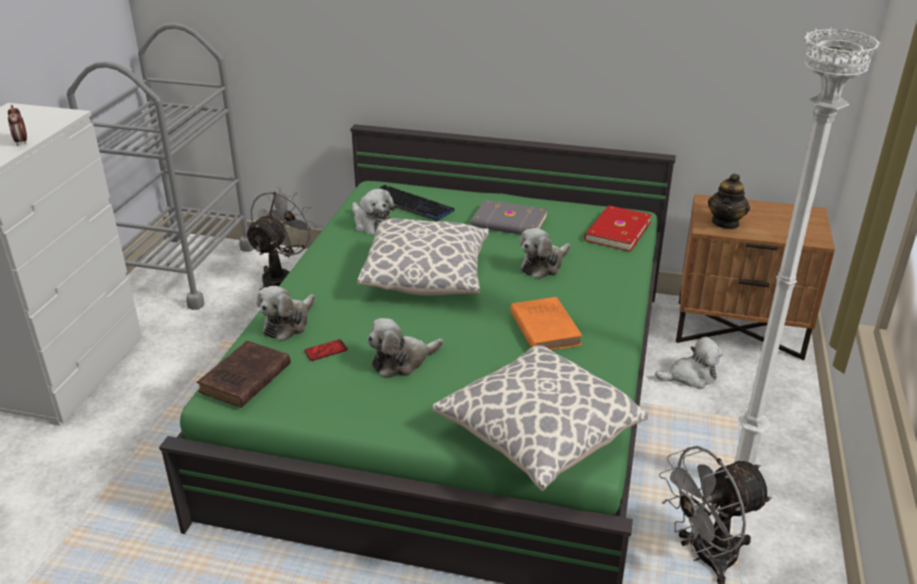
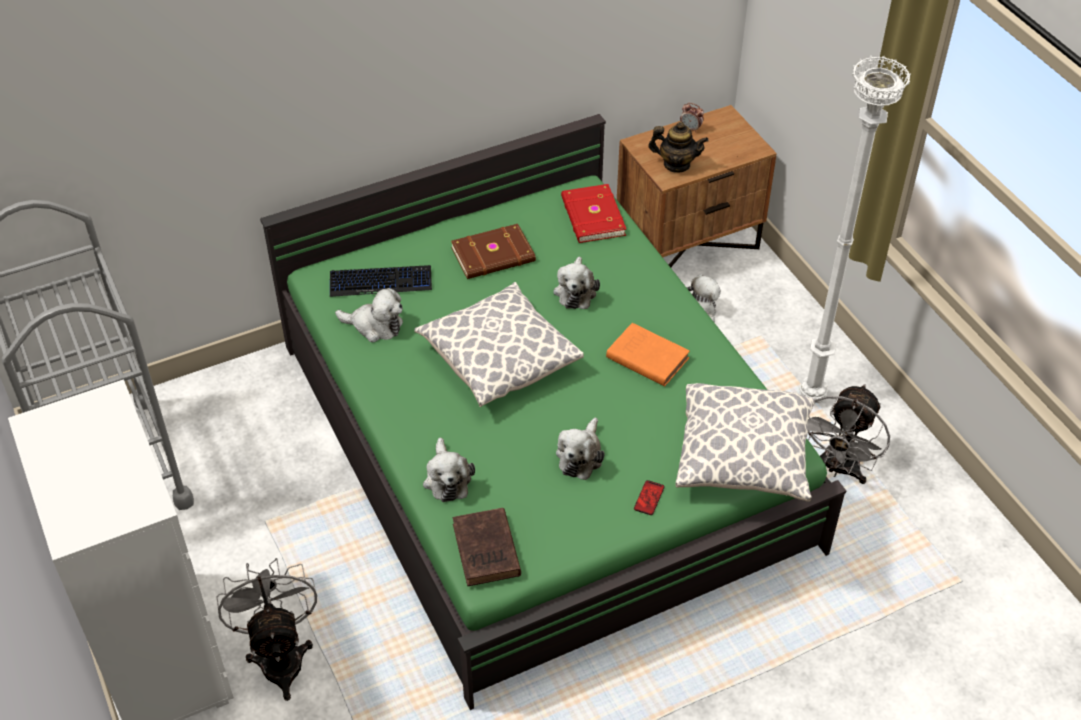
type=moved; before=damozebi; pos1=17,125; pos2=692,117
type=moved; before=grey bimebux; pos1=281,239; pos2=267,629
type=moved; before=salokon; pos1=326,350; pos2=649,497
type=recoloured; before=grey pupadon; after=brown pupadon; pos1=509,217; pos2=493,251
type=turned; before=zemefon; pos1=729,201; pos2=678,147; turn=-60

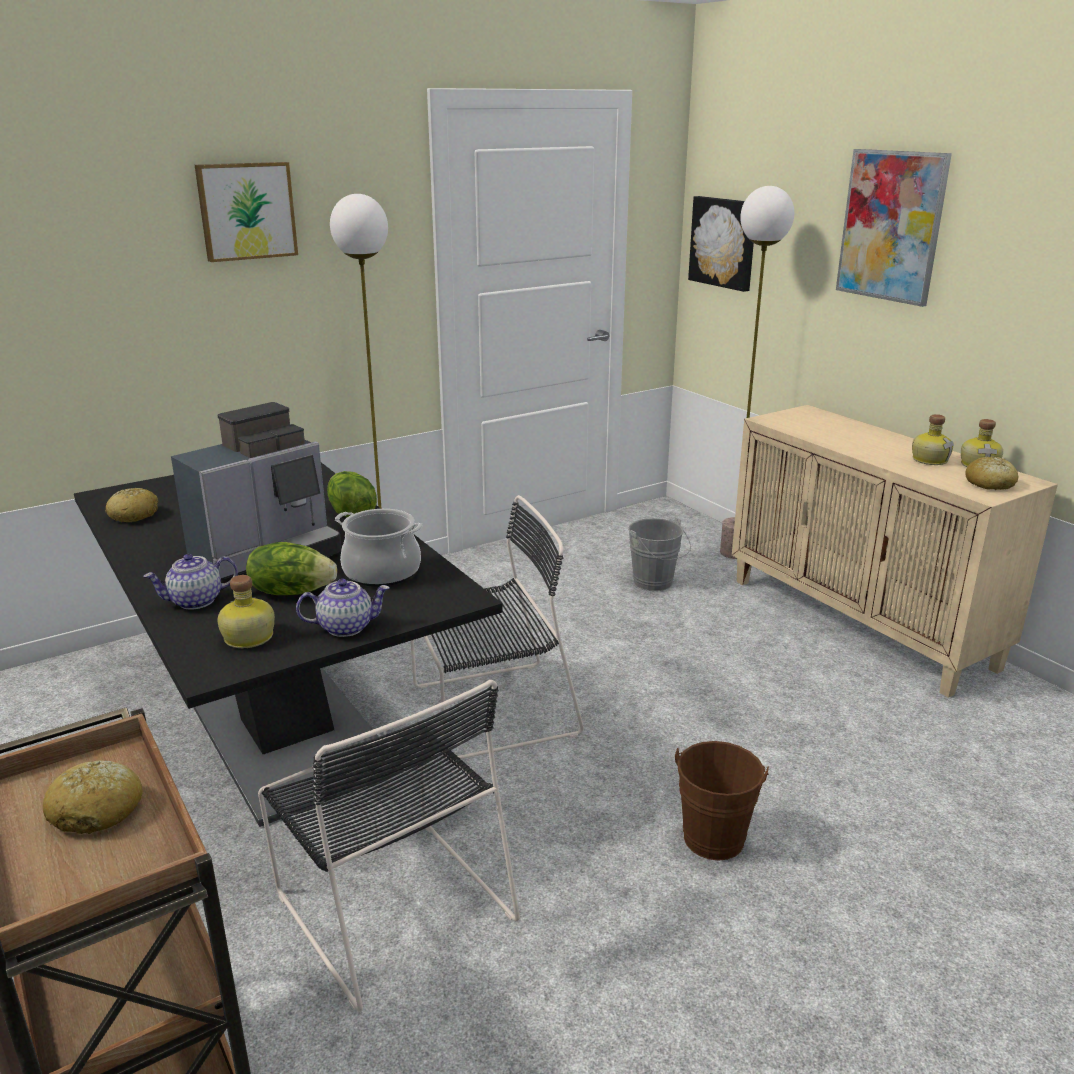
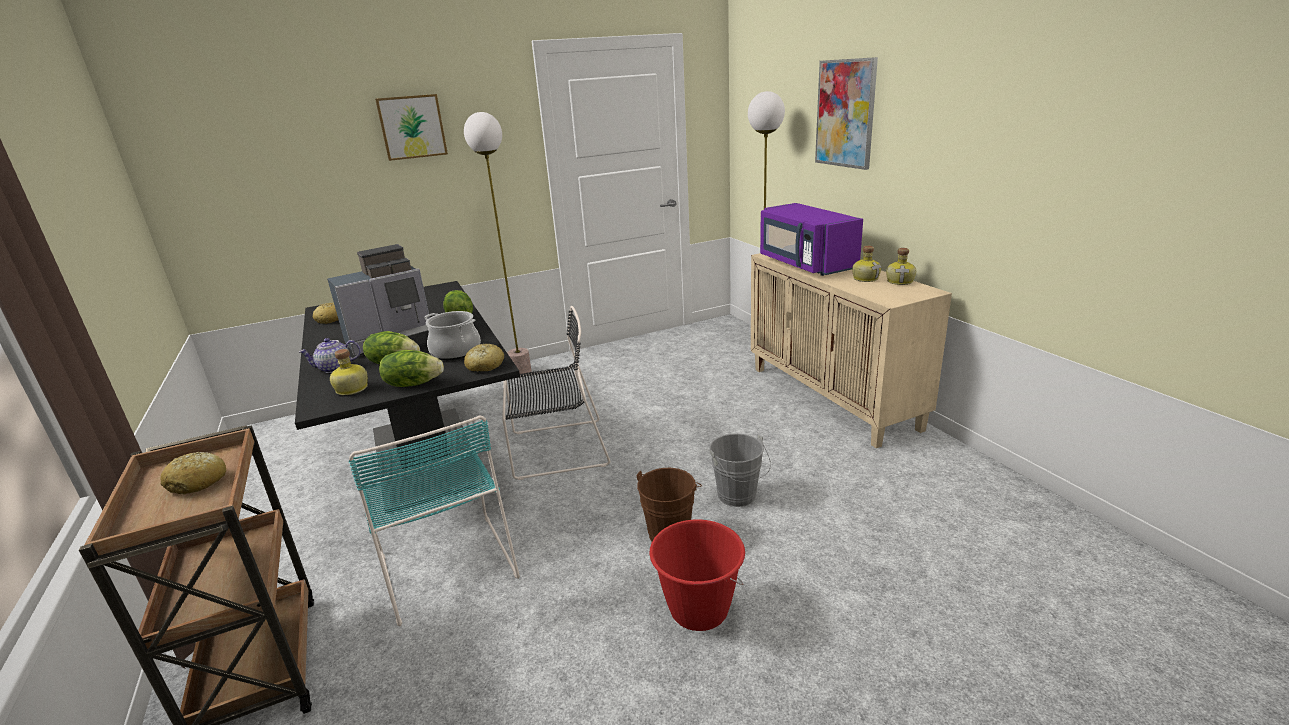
type=removed; before=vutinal; pos1=721,244
type=added; after=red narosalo; pos2=697,575
type=added; after=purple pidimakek; pos2=811,239
type=moved; before=grey narosalo; pos1=659,554; pos2=740,470
type=moved; before=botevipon; pos1=992,473; pos2=484,358
type=replaced; before=zemefon; after=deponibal; pos1=343,608; pos2=411,368
type=recoloured; before=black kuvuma; after=turquoise kuvuma; pos1=389,846; pos2=434,520

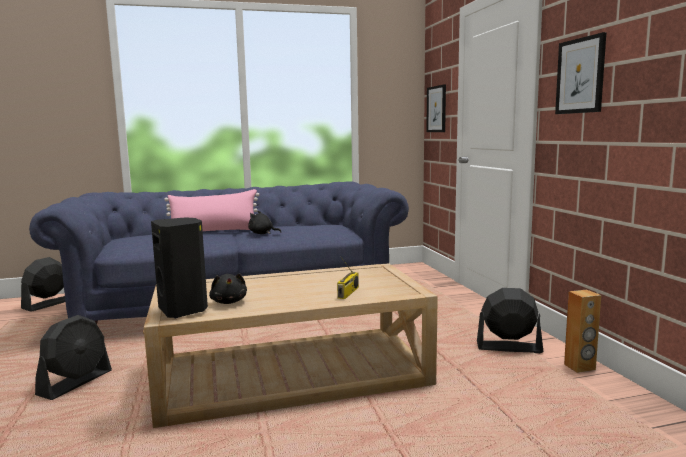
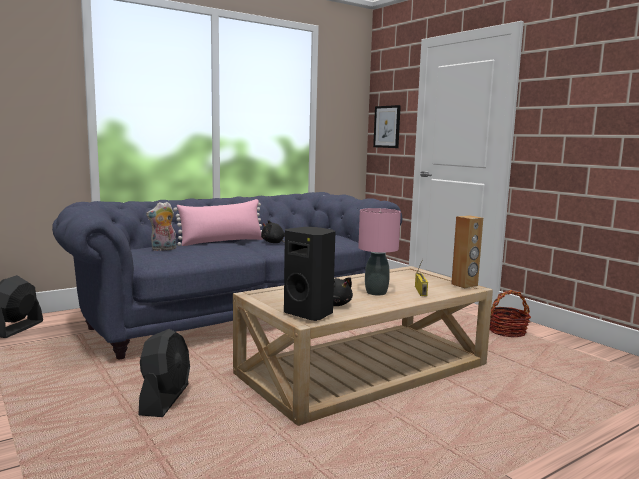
type=removed; before=vutinal; pos1=580,73
type=added; after=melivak; pos2=161,226
type=added; after=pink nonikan; pos2=379,252
type=moved; before=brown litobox; pos1=582,331; pos2=467,251
type=replaced; before=black bimebux; after=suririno; pos1=510,320; pos2=510,313

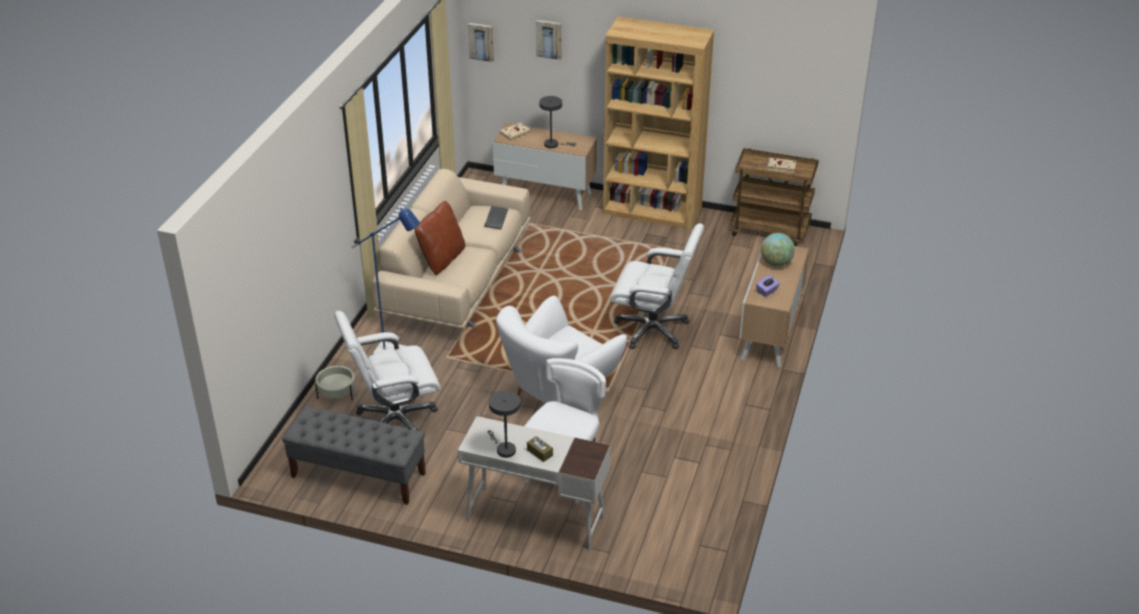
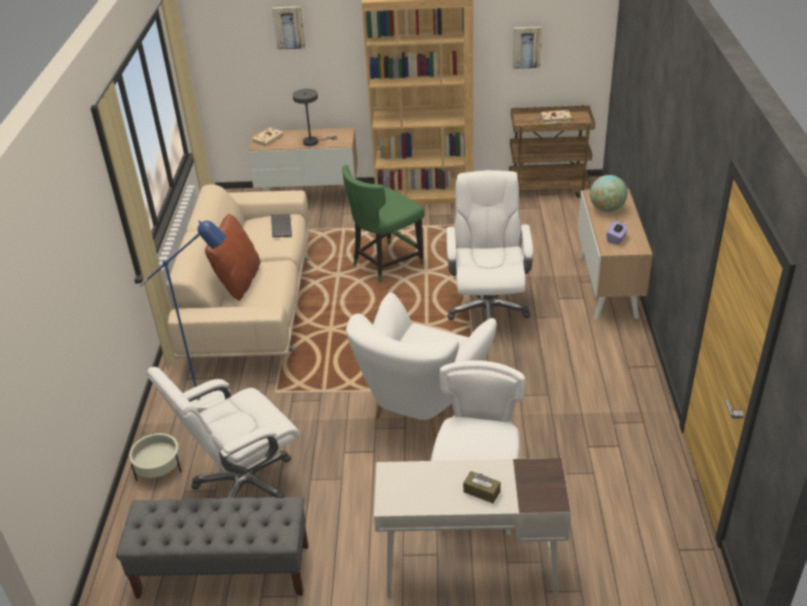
type=removed; before=grey nonikan; pos1=504,424
type=added; after=green kuvuma; pos2=383,224
type=moved; before=vutinal; pos1=481,42; pos2=527,47
type=turned; before=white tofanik; pos1=657,286; pos2=489,245; turn=-90

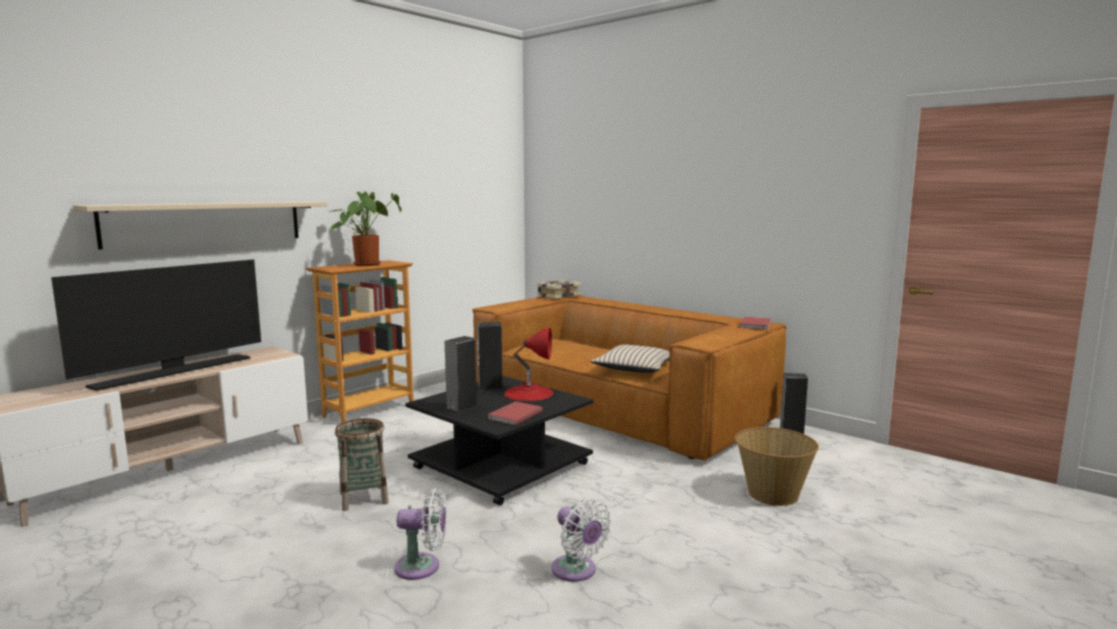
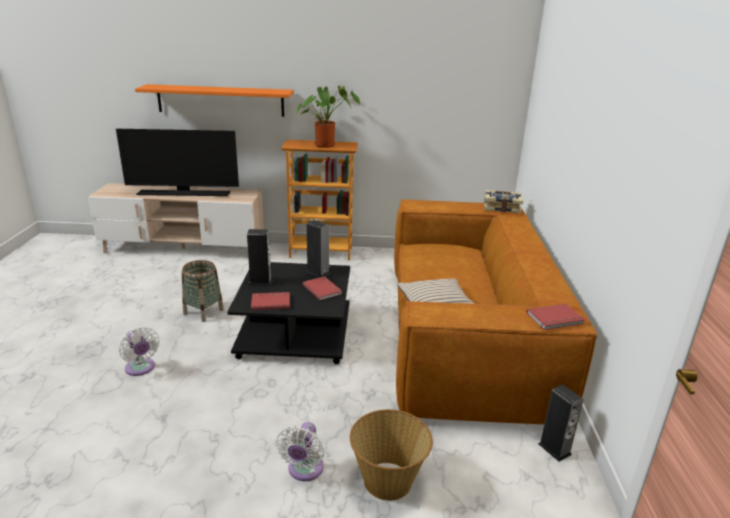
type=moved; before=white bimebux; pos1=582,540; pos2=300,451
type=replaced; before=red nonikan; after=red pupadon; pos1=528,364; pos2=322,288
type=recoloured; before=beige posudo; after=orange posudo; pos1=200,226; pos2=214,100

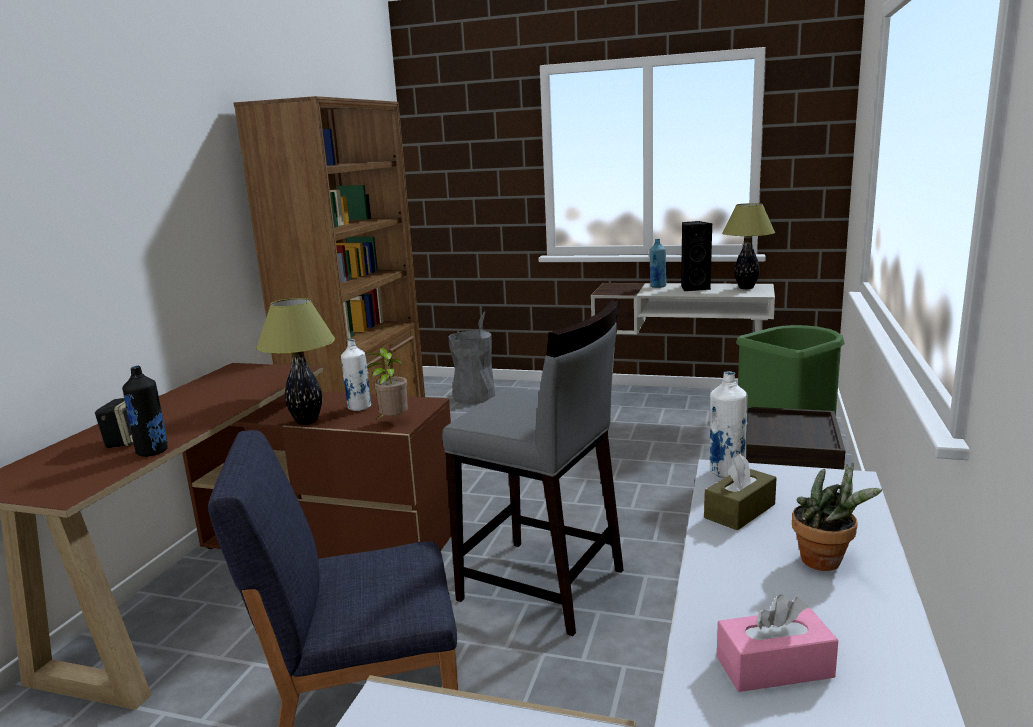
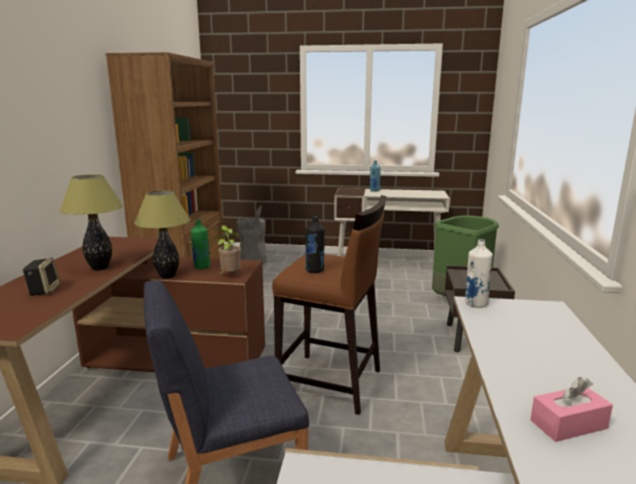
type=removed; before=black litobox; pos1=696,256
type=removed; before=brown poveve; pos1=740,492
type=removed; before=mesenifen; pos1=837,517
type=moved; before=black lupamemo; pos1=145,411; pos2=315,244
type=moved; before=nonikan; pos1=748,246; pos2=91,222
type=recoloured; before=white lupamemo; after=green lupamemo; pos1=356,375; pos2=200,244
type=recoloured; before=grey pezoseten; after=brown pezoseten; pos1=533,468; pos2=329,305

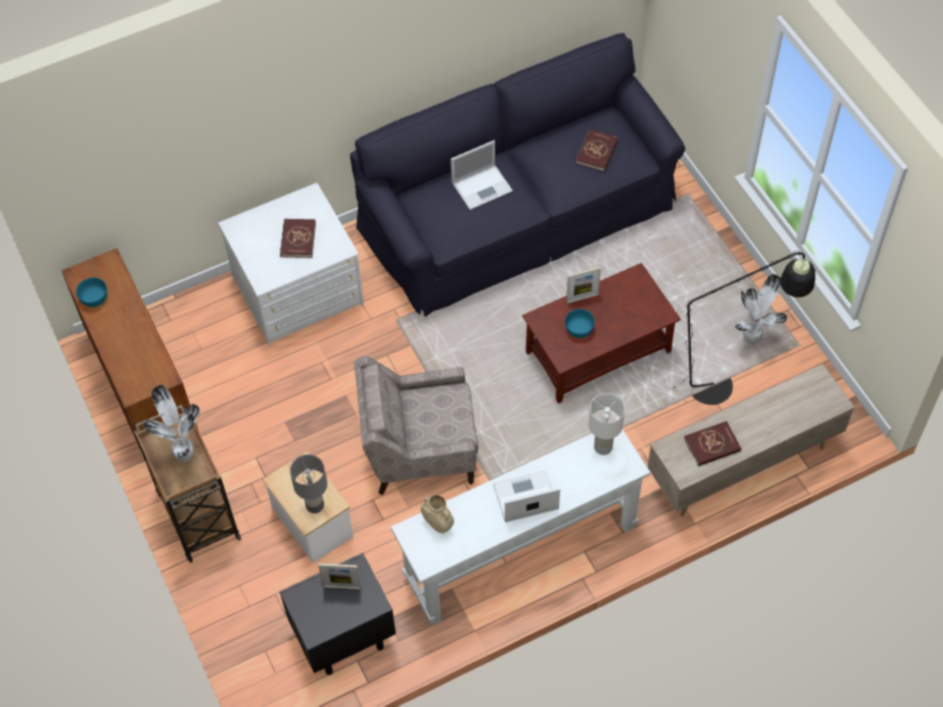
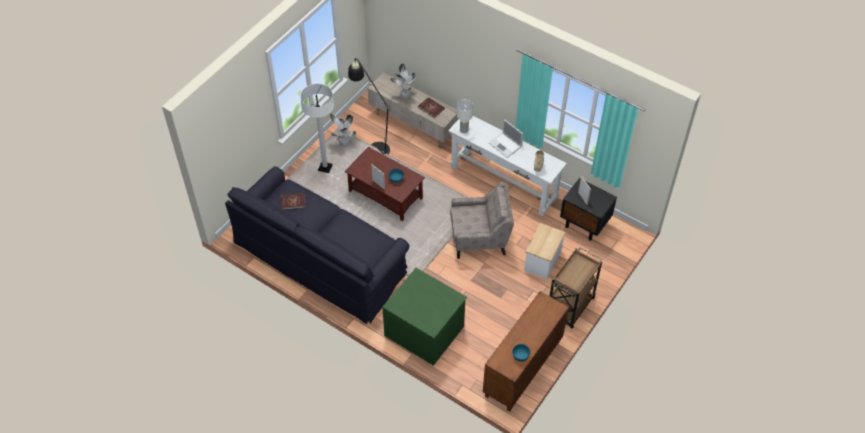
type=removed; before=red pupadon; pos1=298,238
type=removed; before=grey nonikan; pos1=308,483
type=removed; before=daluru; pos1=482,175
type=added; after=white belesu; pos2=317,128
type=moved; before=mesenifen; pos1=172,423; pos2=403,81
type=recoloured; before=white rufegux; after=green rufegux; pos1=291,264; pos2=424,317
type=turned; before=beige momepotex; pos1=416,425; pos2=482,220; turn=-60

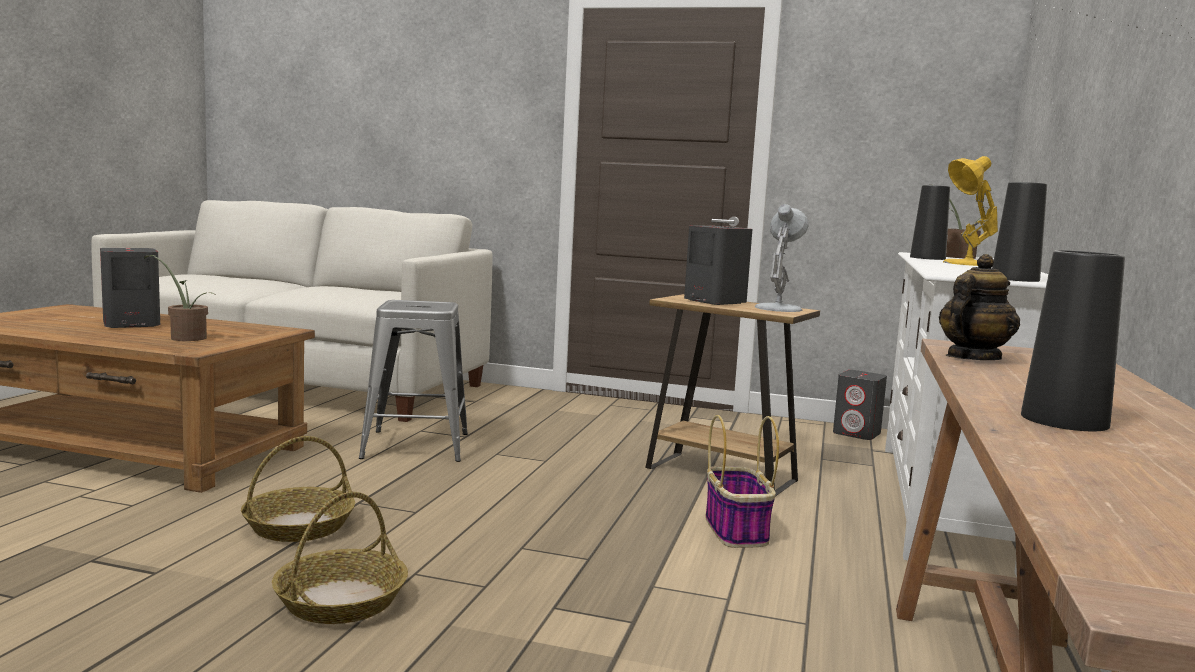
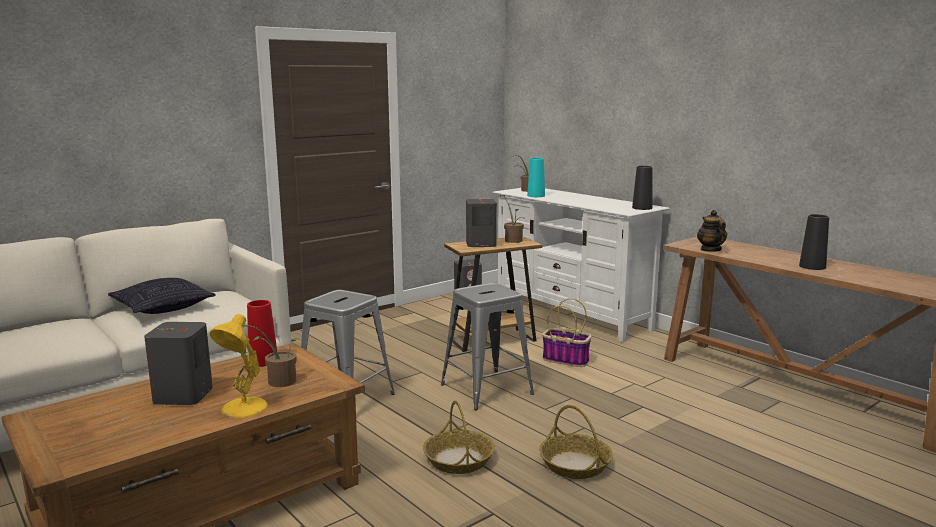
type=added; after=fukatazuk; pos2=162,296
type=added; after=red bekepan; pos2=262,333
type=added; after=grey pezoseten; pos2=487,346
type=moved; before=yellow nonikan; pos1=970,211; pos2=239,366
type=replaced; before=white nonikan; after=mesenifen; pos1=782,258; pos2=512,219
type=recoloured; before=black bekepan; after=turquoise bekepan; pos1=930,222; pos2=536,177

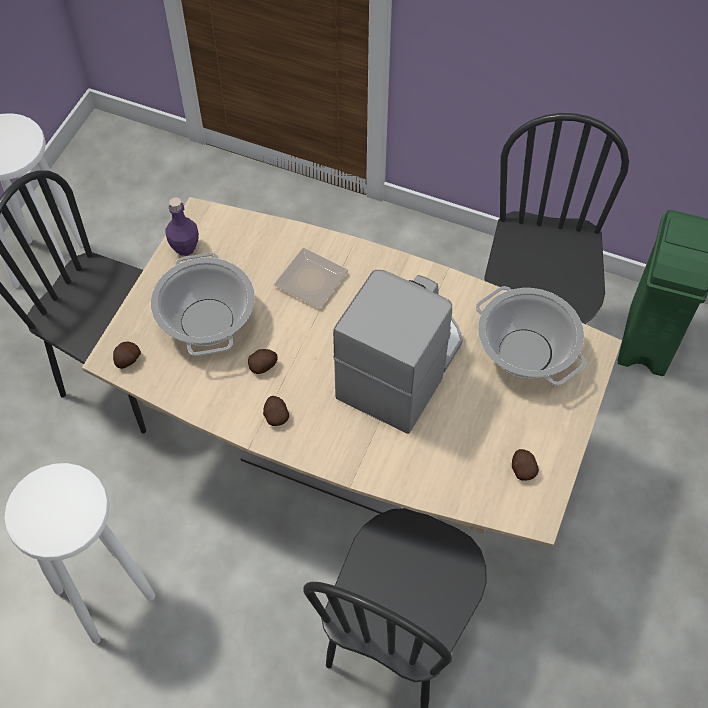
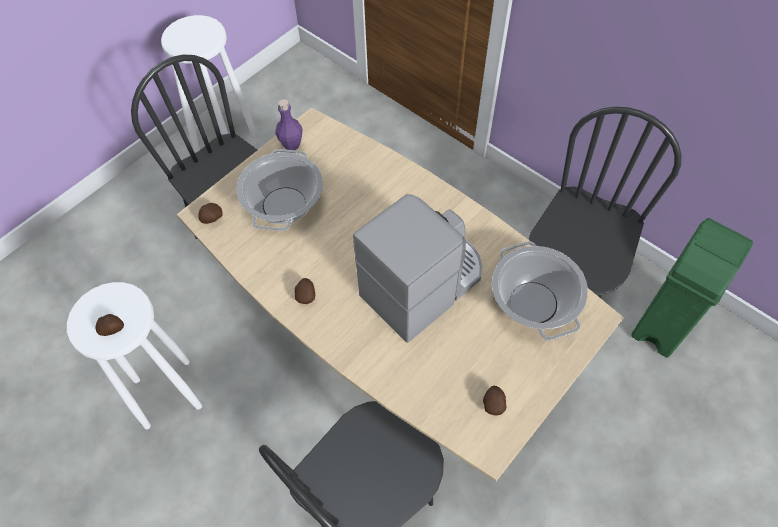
type=removed; before=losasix; pos1=311,278
type=moved; before=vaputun; pos1=262,361; pos2=110,325

